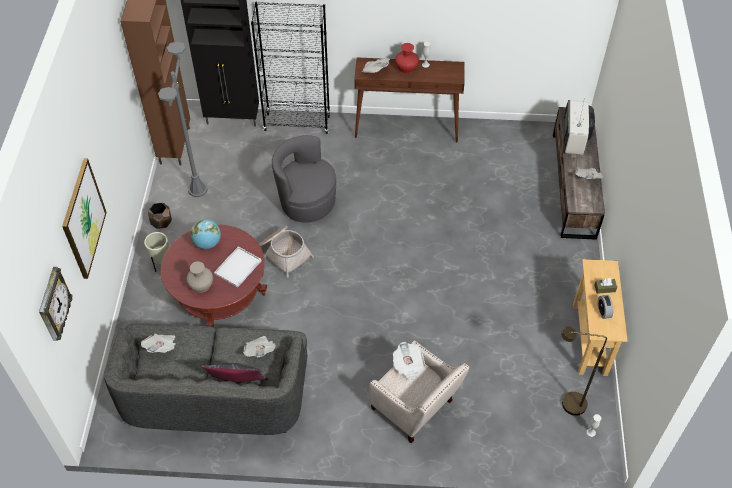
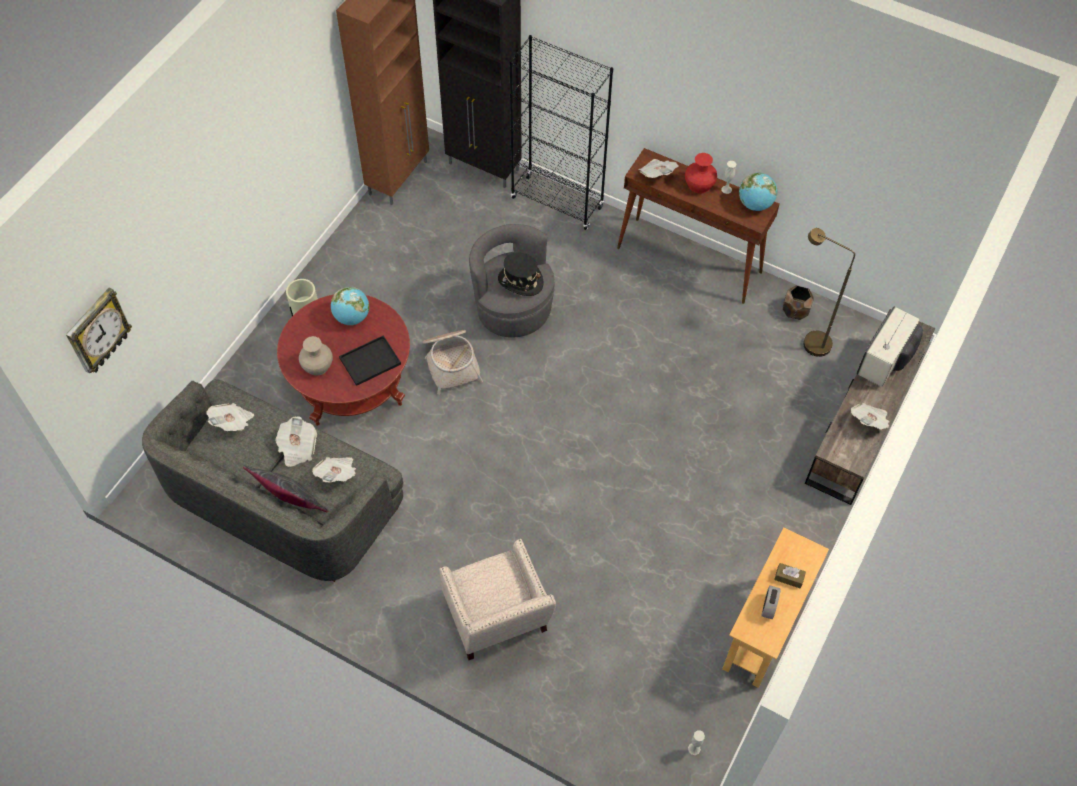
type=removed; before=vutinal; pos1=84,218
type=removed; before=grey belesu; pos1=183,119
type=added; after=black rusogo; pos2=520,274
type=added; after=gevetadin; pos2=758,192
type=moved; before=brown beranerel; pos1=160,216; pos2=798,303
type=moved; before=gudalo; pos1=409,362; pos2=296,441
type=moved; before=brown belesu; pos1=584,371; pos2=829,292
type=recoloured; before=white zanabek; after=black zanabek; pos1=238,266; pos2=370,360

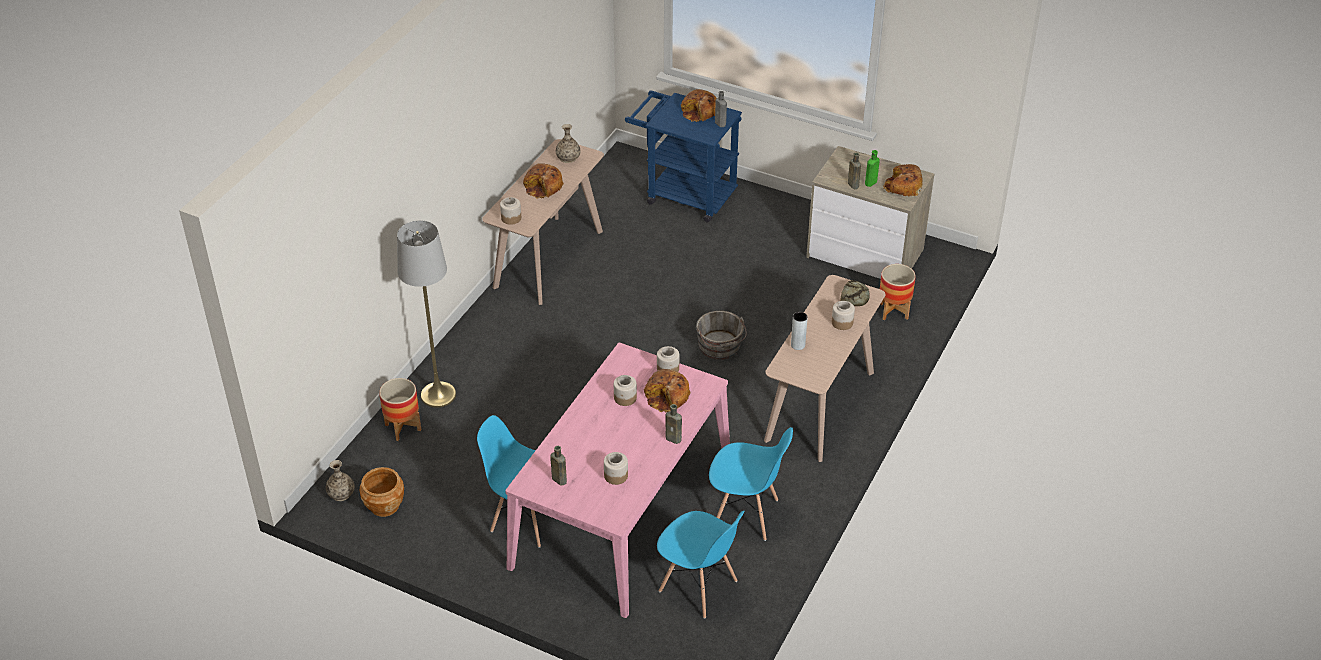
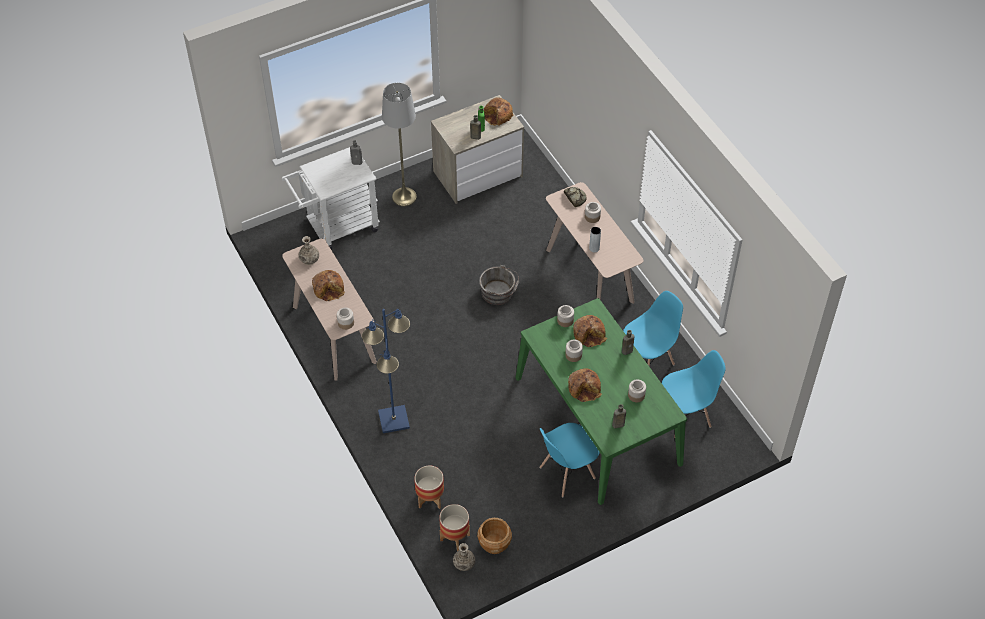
type=added; after=blue belesu; pos2=386,371
type=moved; before=grey belesu; pos1=426,314; pos2=399,144
type=moved; before=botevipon; pos1=699,105; pos2=585,385
type=moved; before=beranerel; pos1=898,292; pos2=454,527
type=recoloured; before=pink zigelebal; after=green zigelebal; pos1=617,480; pos2=601,401
type=recoloured; before=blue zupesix; after=white zupesix; pos1=683,156; pos2=330,198

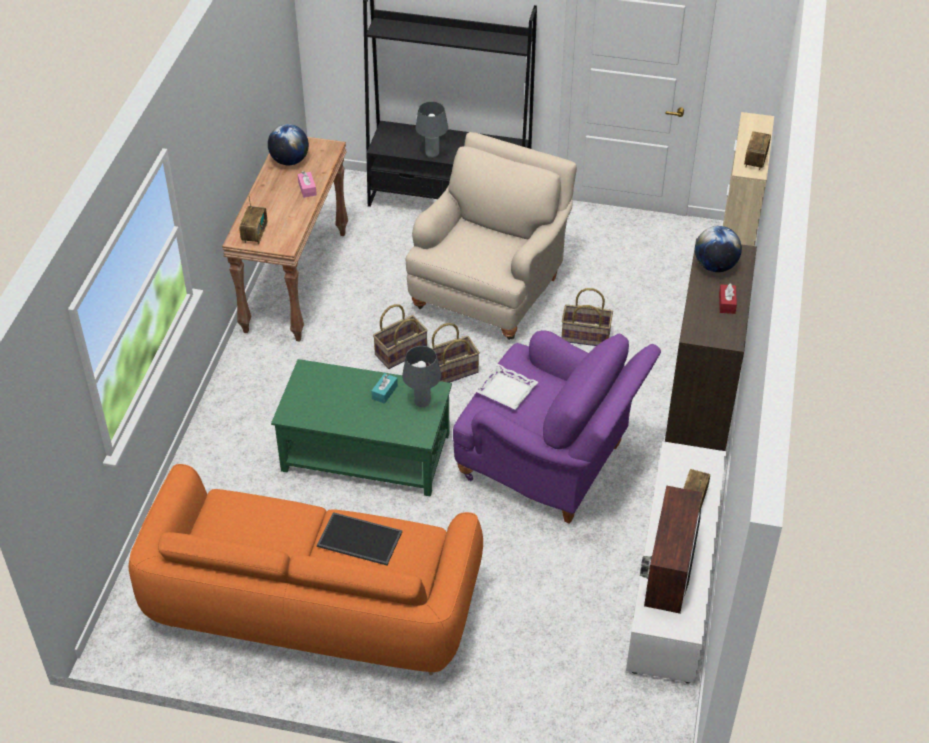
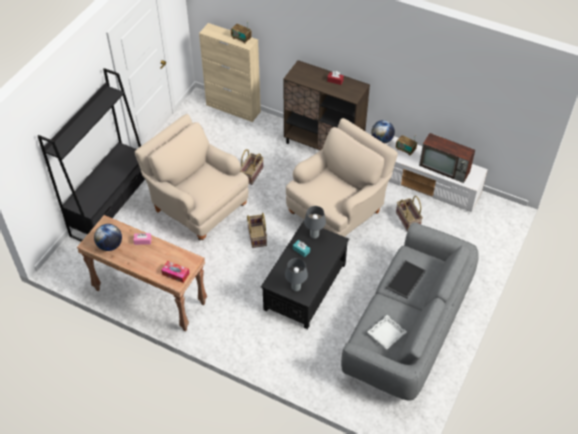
type=moved; before=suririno; pos1=400,336; pos2=409,214
type=moved; before=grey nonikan; pos1=431,129; pos2=296,274
type=moved; before=white zanabek; pos1=506,387; pos2=387,332
type=moved; before=gevetadin; pos1=718,249; pos2=383,132
type=replaced; before=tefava; after=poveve; pos1=253,218; pos2=175,272
type=recoloured; before=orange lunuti; after=grey lunuti; pos1=305,569; pos2=410,311
type=recoloured; before=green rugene; after=black rugene; pos1=361,428; pos2=305,275
type=recoloured; before=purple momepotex; after=beige momepotex; pos1=557,427; pos2=342,177

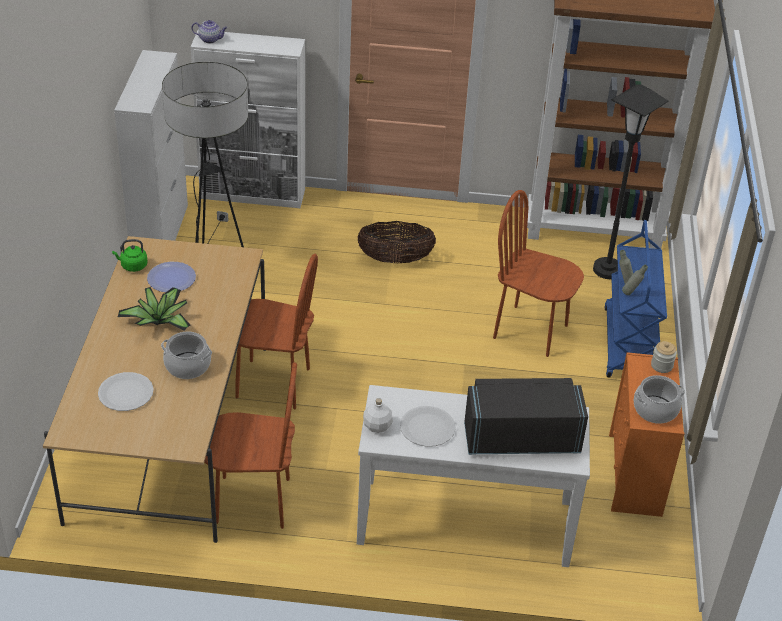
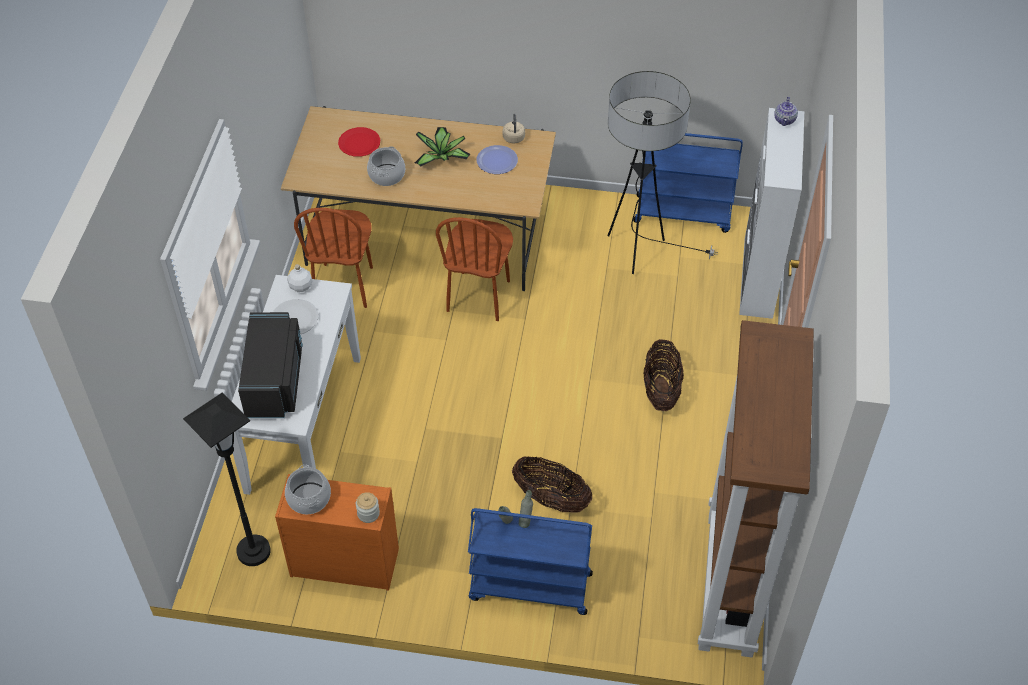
type=moved; before=black belesu; pos1=630,181; pos2=227,479
type=replaced; before=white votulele; after=blue zupesix; pos1=151,145; pos2=688,183
type=replaced; before=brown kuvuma; after=suririno; pos1=538,273; pos2=552,484
type=recoloured; before=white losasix; after=red losasix; pos1=126,391; pos2=359,142
type=recoloured; before=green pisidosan; after=beige pisidosan; pos1=130,255; pos2=514,128

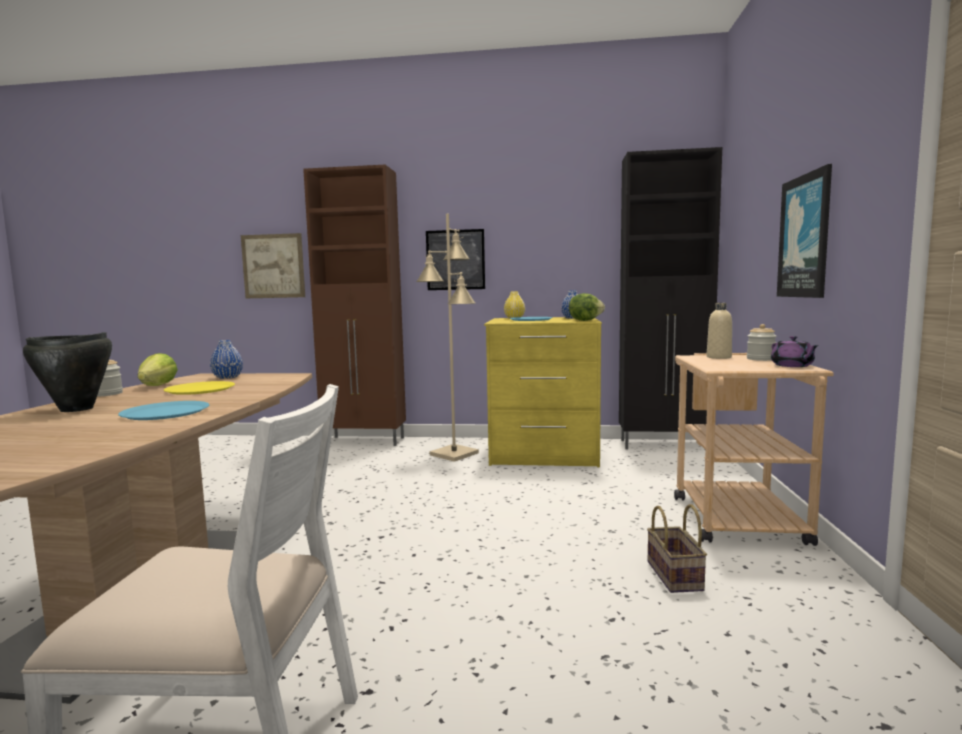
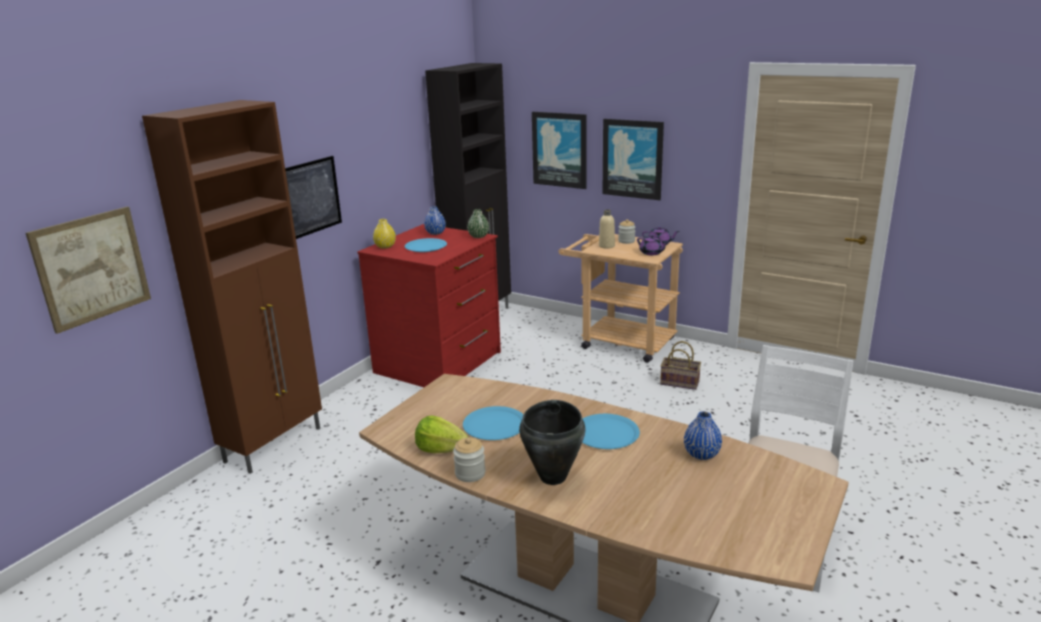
type=removed; before=beige belesu; pos1=447,337
type=added; after=vutinal; pos2=559,150
type=added; after=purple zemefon; pos2=652,245
type=moved; before=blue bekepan; pos1=226,359; pos2=703,435
type=replaced; before=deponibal; after=green bekepan; pos1=587,307; pos2=478,223
type=recoloured; before=yellow losasix; after=blue losasix; pos1=199,388; pos2=493,423
type=recoloured; before=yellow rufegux; after=red rufegux; pos1=543,392; pos2=429,305

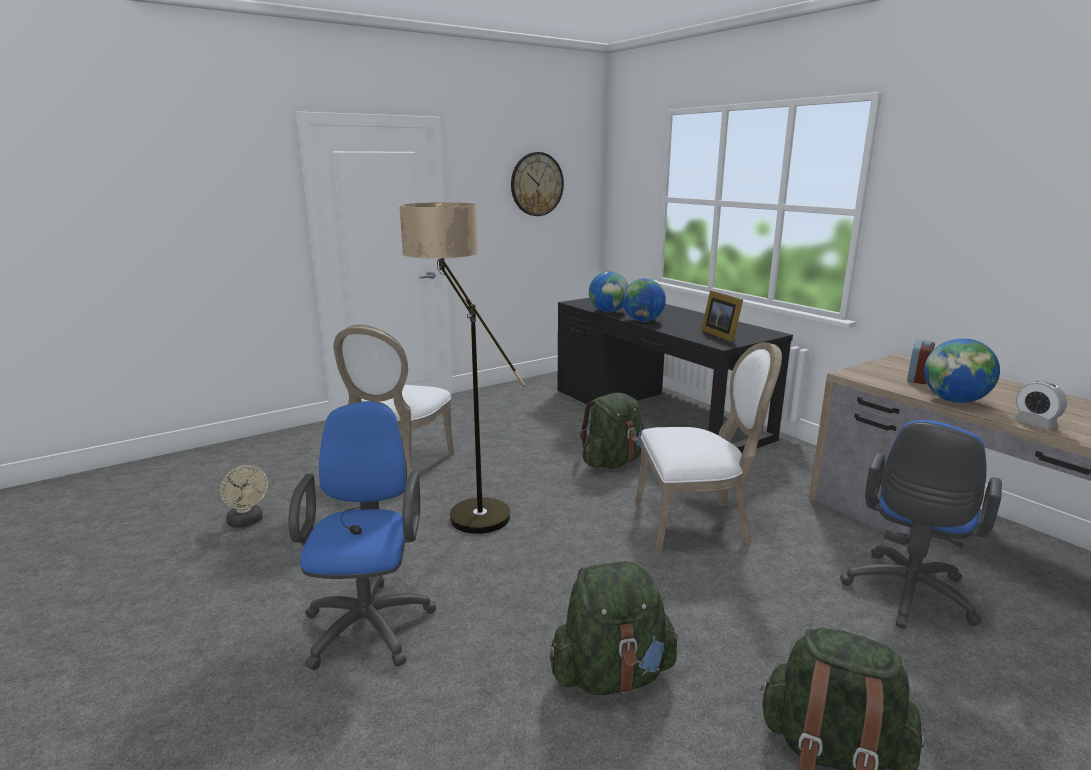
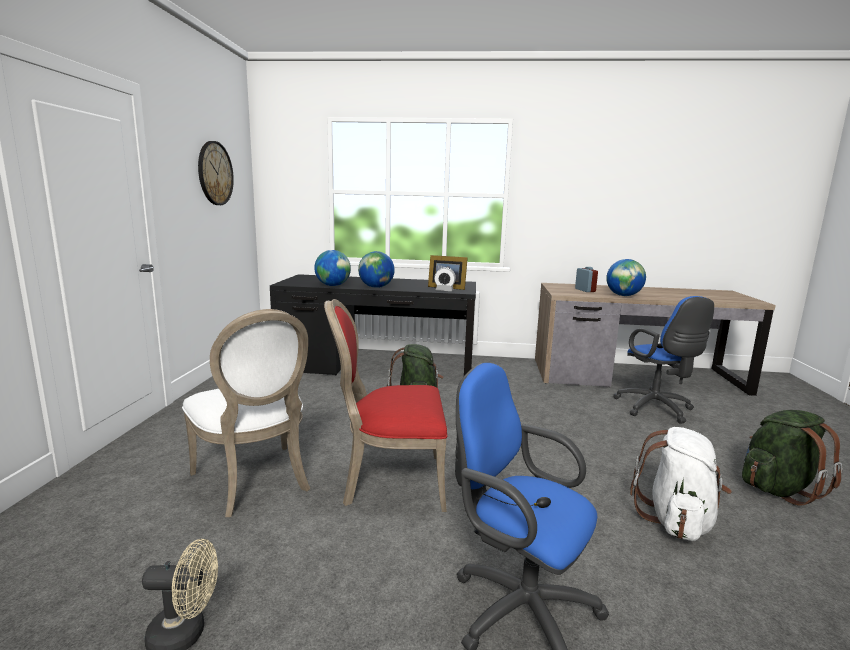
type=removed; before=white kuvuma; pos1=708,448
type=moved; before=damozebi; pos1=1040,405; pos2=445,279
type=replaced; before=belesu; after=red kuvuma; pos1=462,368; pos2=385,405
type=recoloured; before=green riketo; after=white riketo; pos1=614,628; pos2=681,484

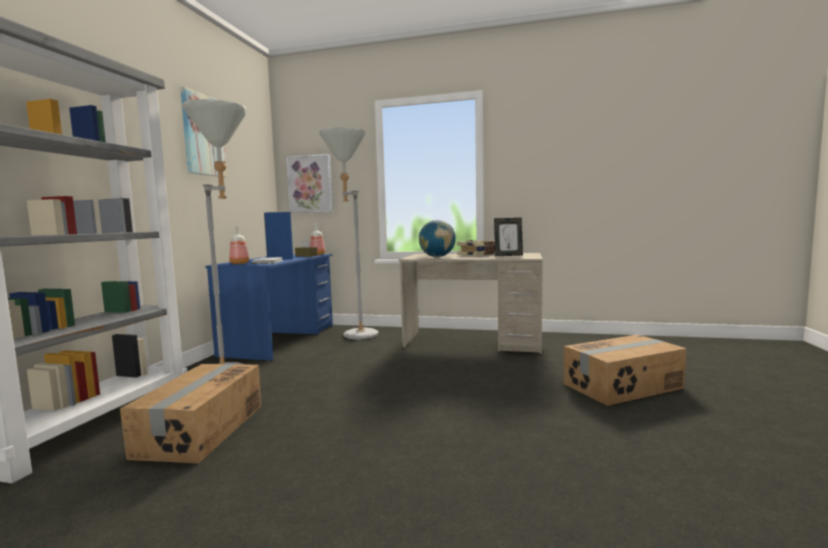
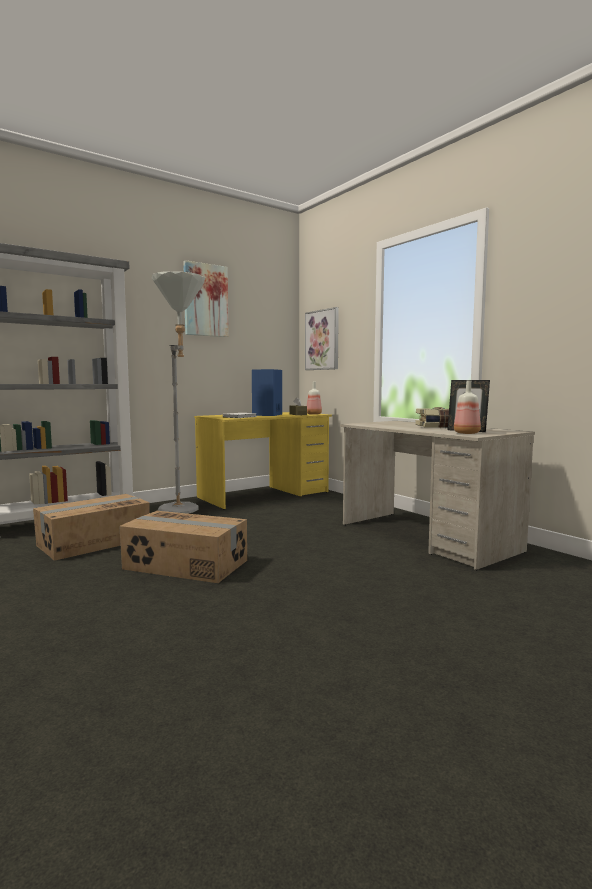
type=removed; before=grey belesu; pos1=348,233
type=removed; before=gevetadin; pos1=437,238
type=moved; before=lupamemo; pos1=239,245; pos2=467,407
type=moved; before=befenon; pos1=625,370; pos2=183,547
type=recoloured; before=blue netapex; after=yellow netapex; pos1=269,307; pos2=263,461

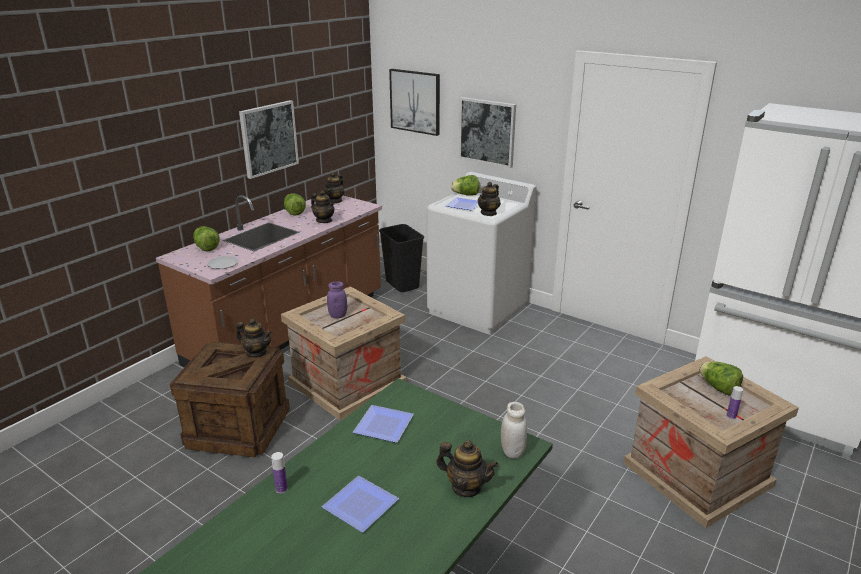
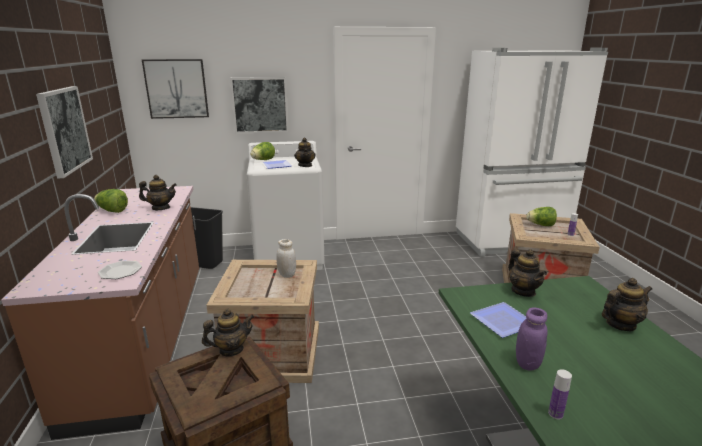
type=removed; before=deponibal; pos1=206,238
type=removed; before=losasix; pos1=360,504
type=moved; before=zemefon; pos1=334,187; pos2=527,273
type=moved; before=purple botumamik; pos1=337,300; pos2=532,339
type=moved; before=white botumamik; pos1=514,430; pos2=286,258

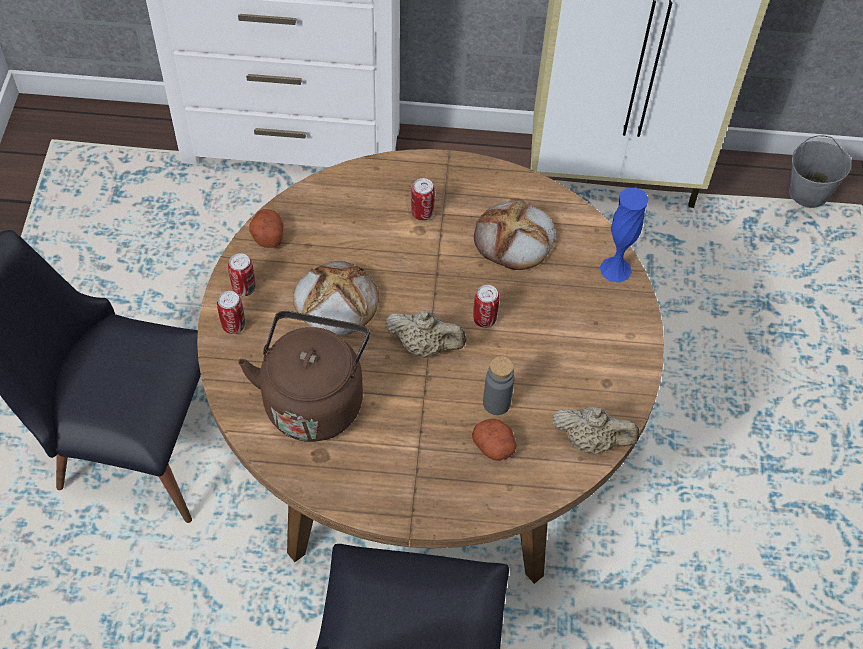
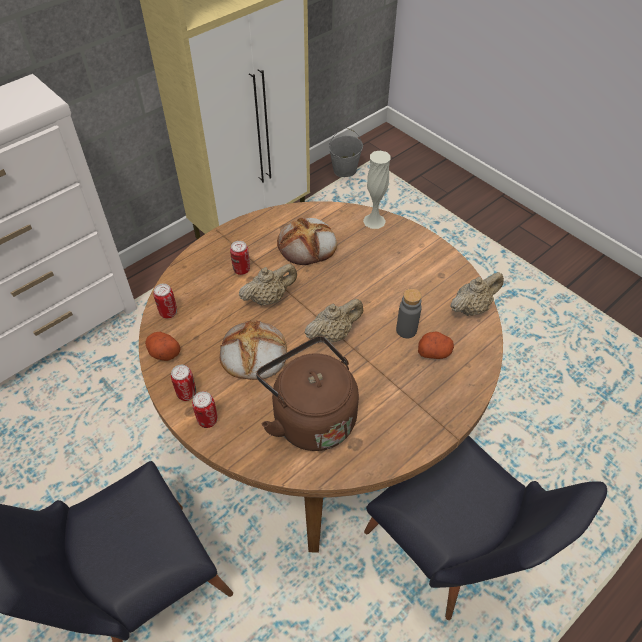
type=added; after=beige zemefon; pos2=268,285
type=moved; before=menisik; pos1=486,306; pos2=165,301
type=recoloured; before=blue bekepan; after=white bekepan; pos1=624,235; pos2=377,190

